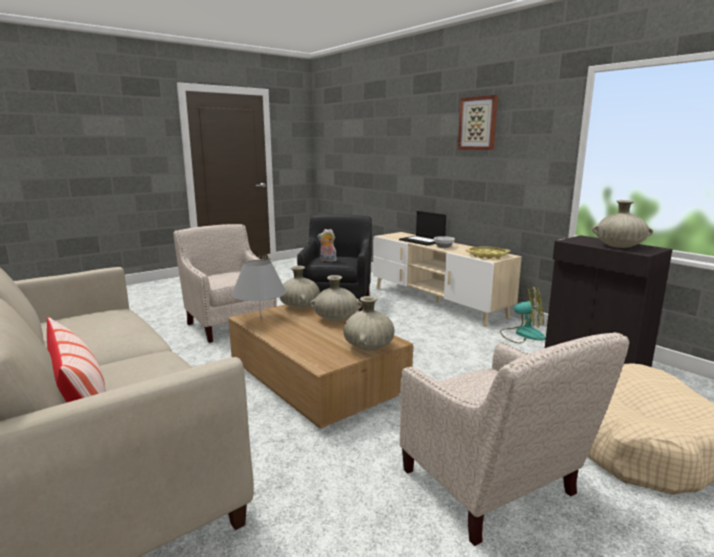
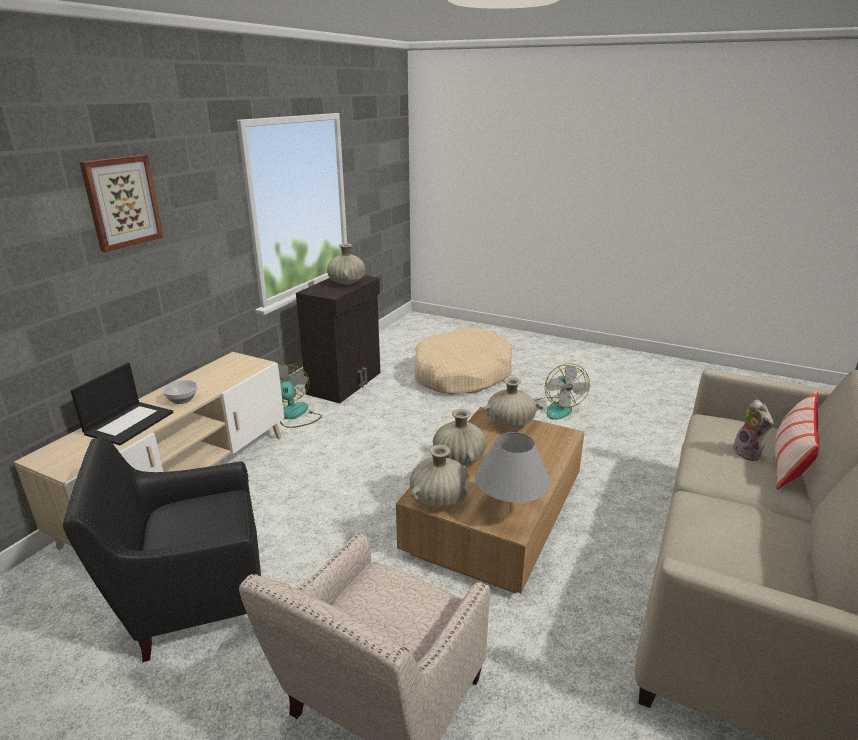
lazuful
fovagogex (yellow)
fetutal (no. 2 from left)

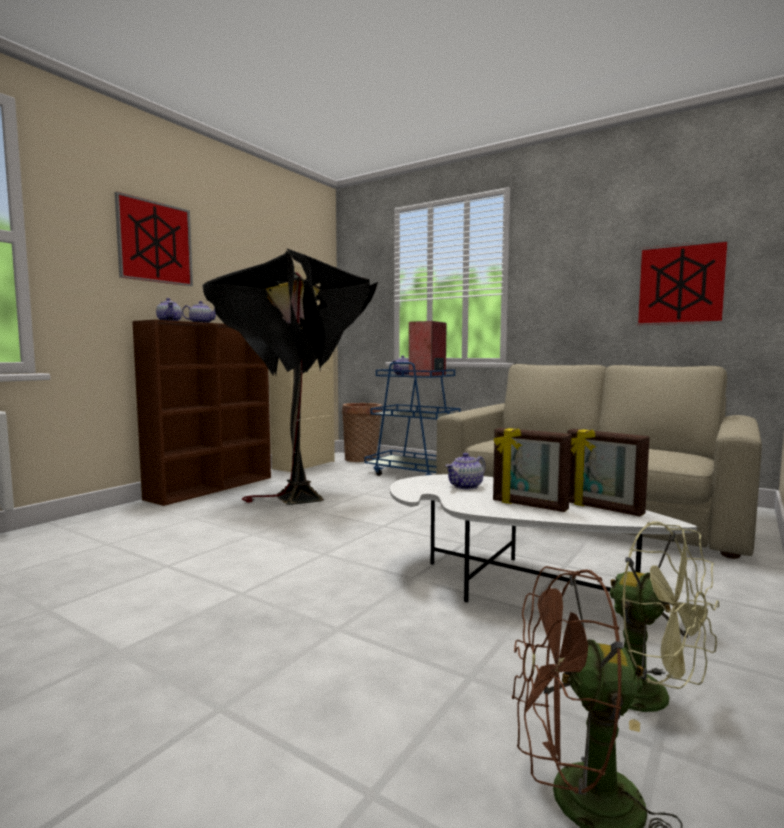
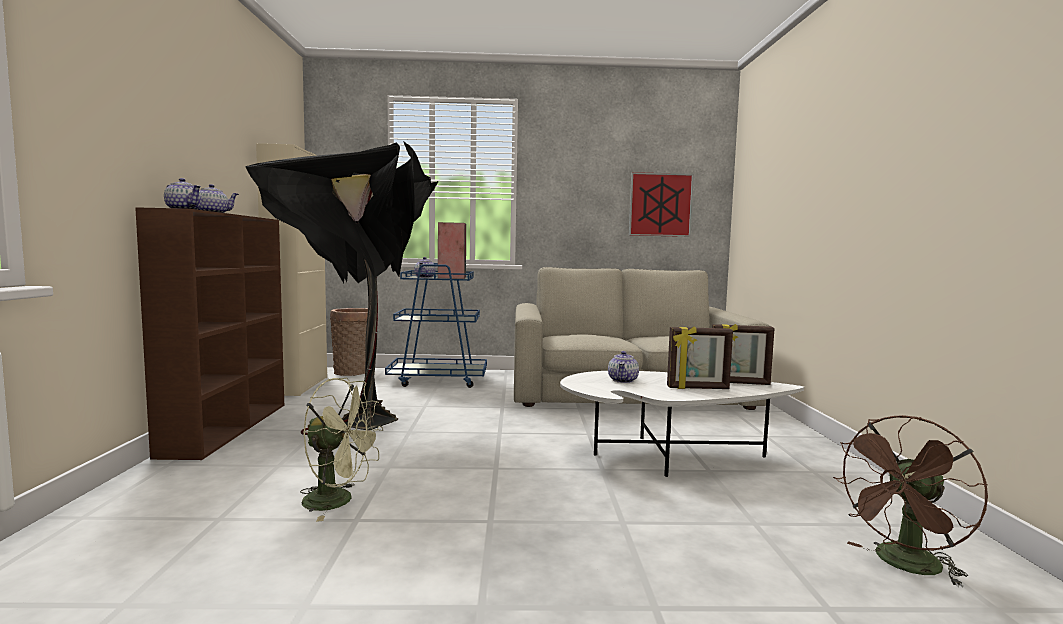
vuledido (no. 1 from left in the first image)
fetutal (green)

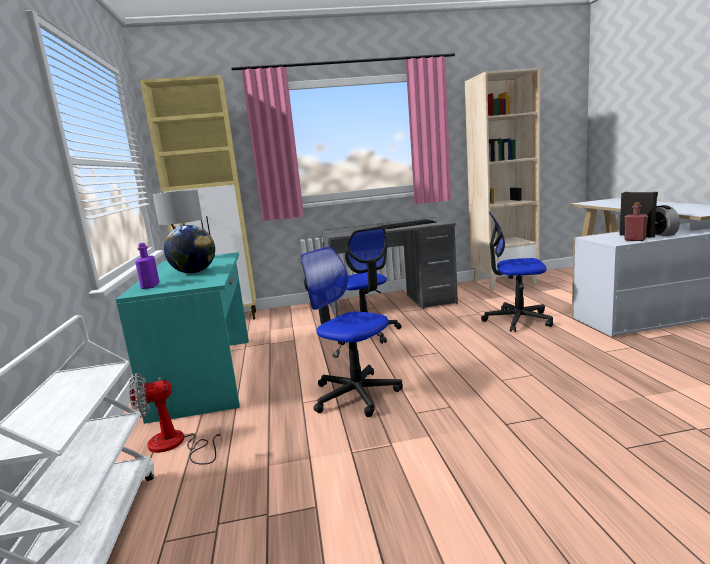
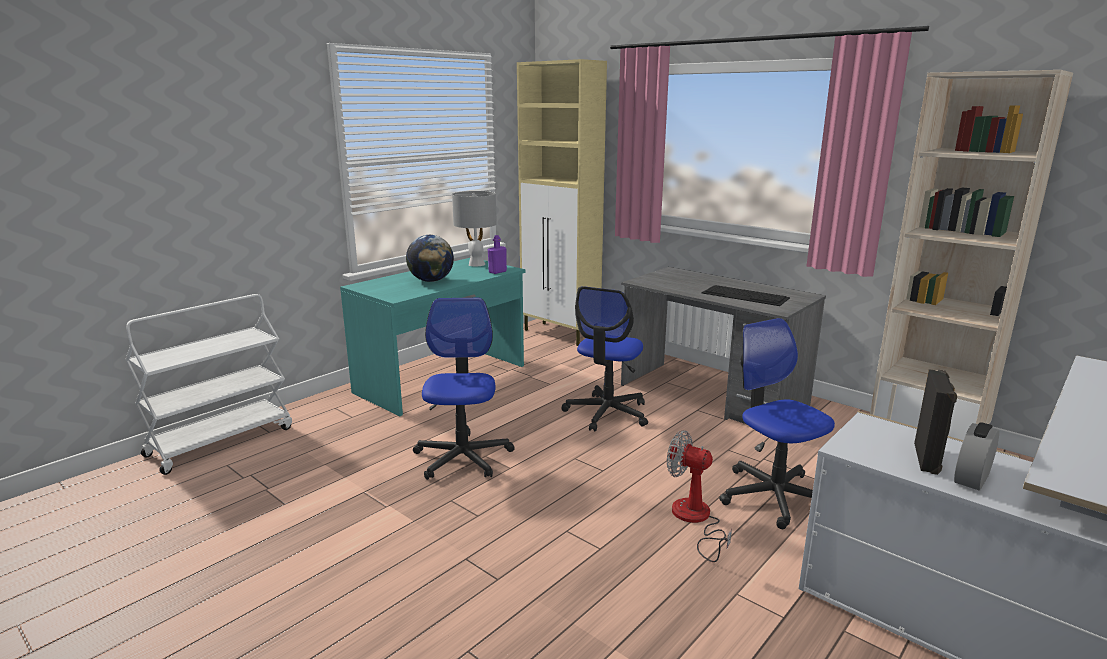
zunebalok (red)
zunebalok (purple)
fetutal

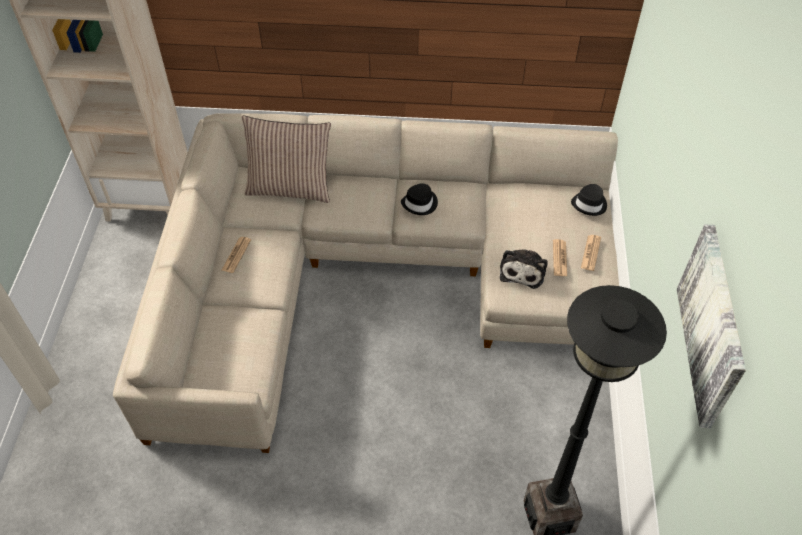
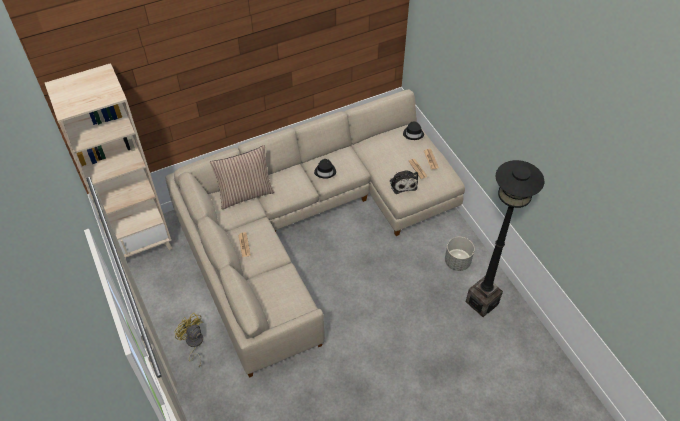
vuledido
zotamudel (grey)
fetutal (yellow)

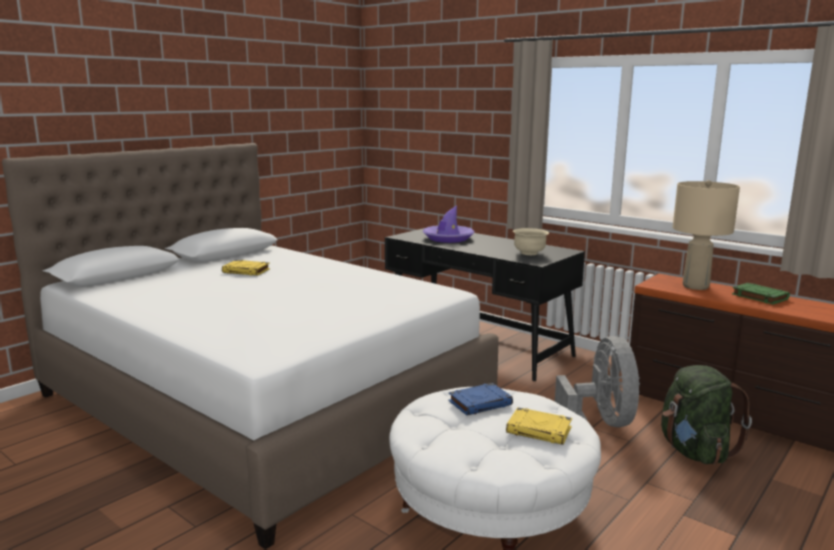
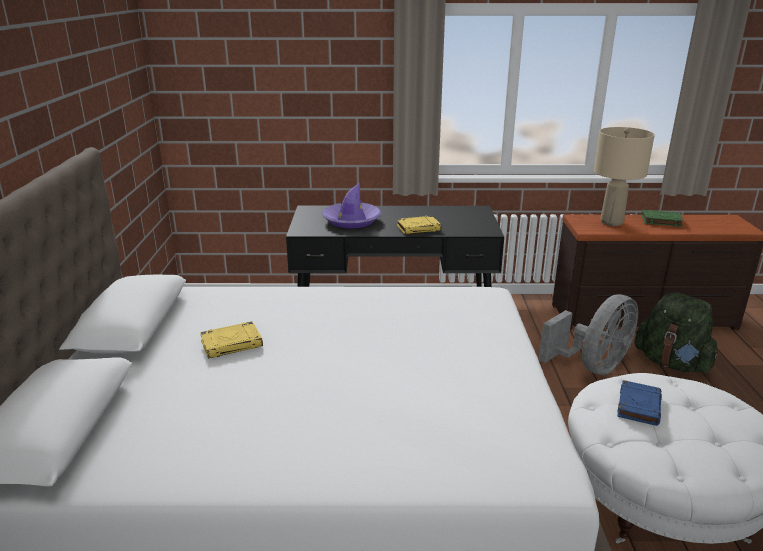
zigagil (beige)
fetutal (grey)
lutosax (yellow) (no. 2 from left)

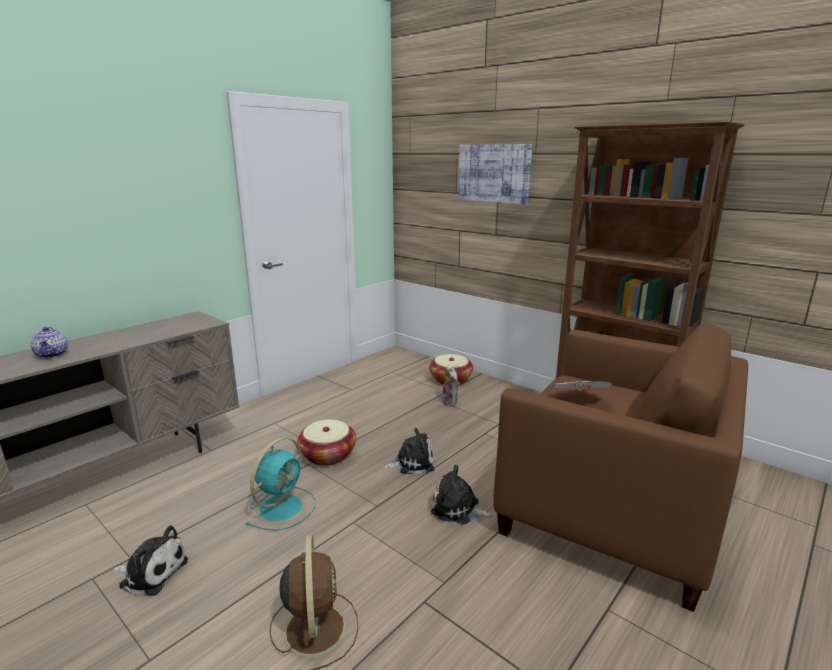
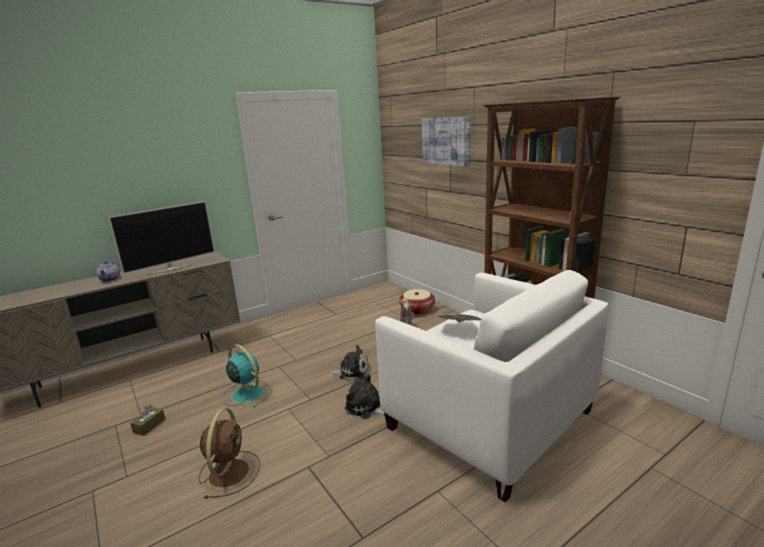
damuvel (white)
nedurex (no. 1 from left in the first image)
fetutal (turquoise)
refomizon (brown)
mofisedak

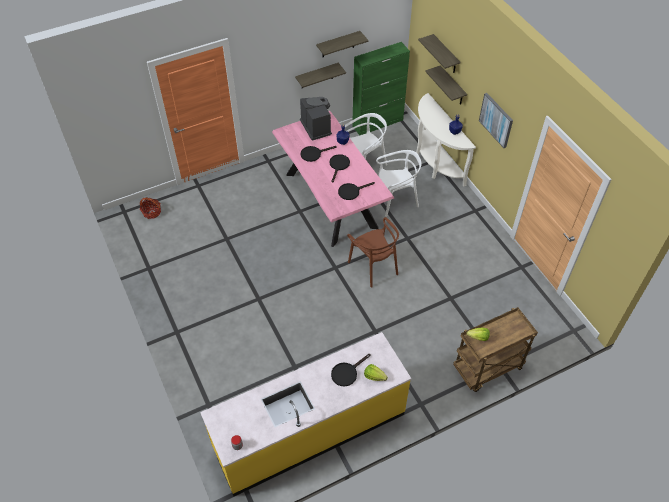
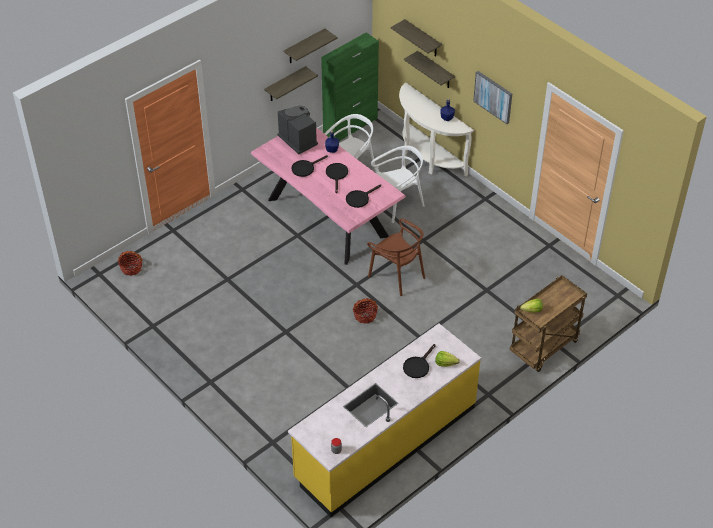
nedurex (no. 2 from left)

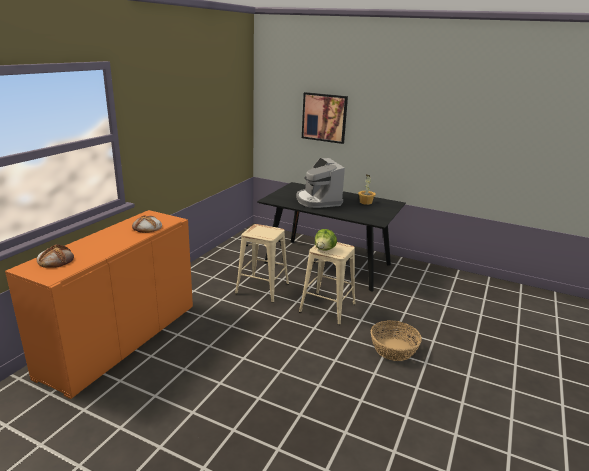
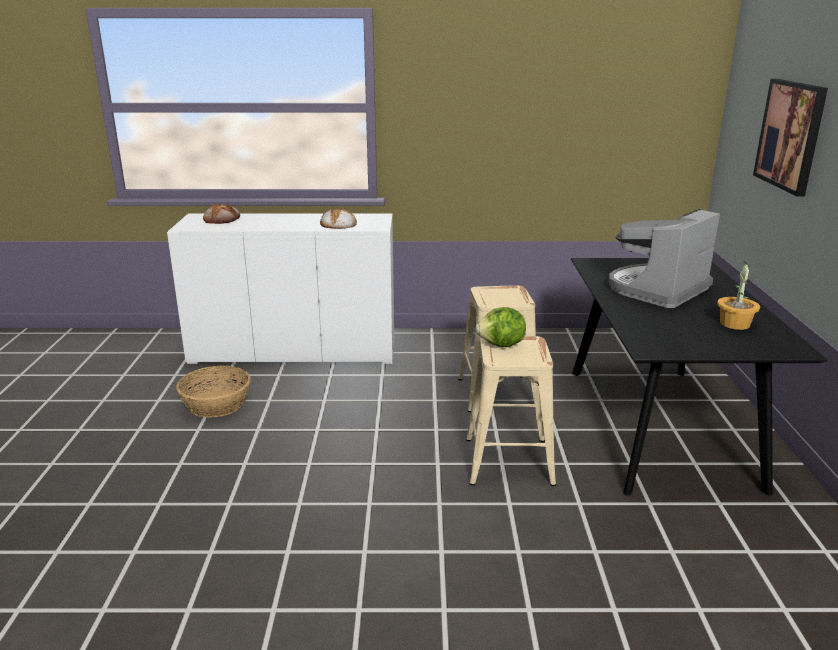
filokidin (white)
nedurex

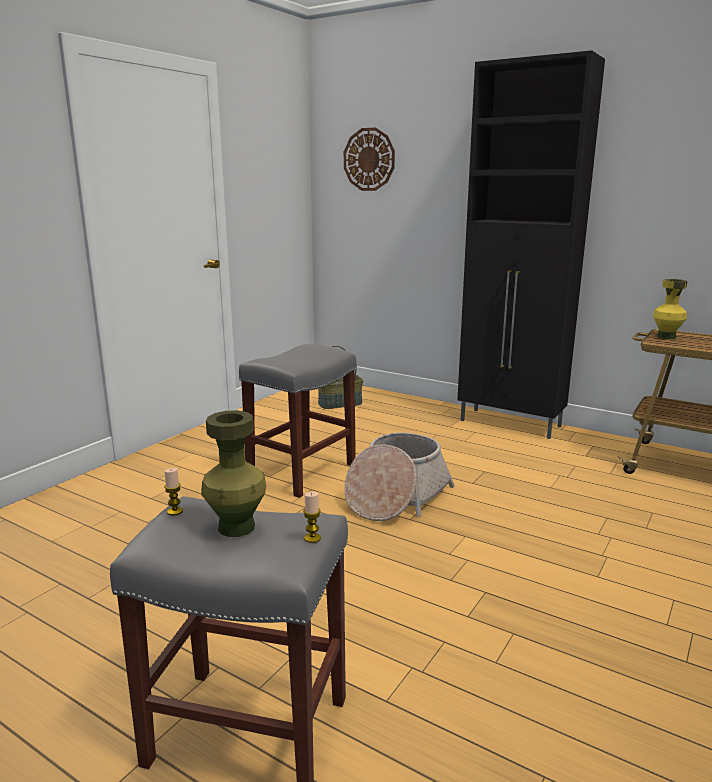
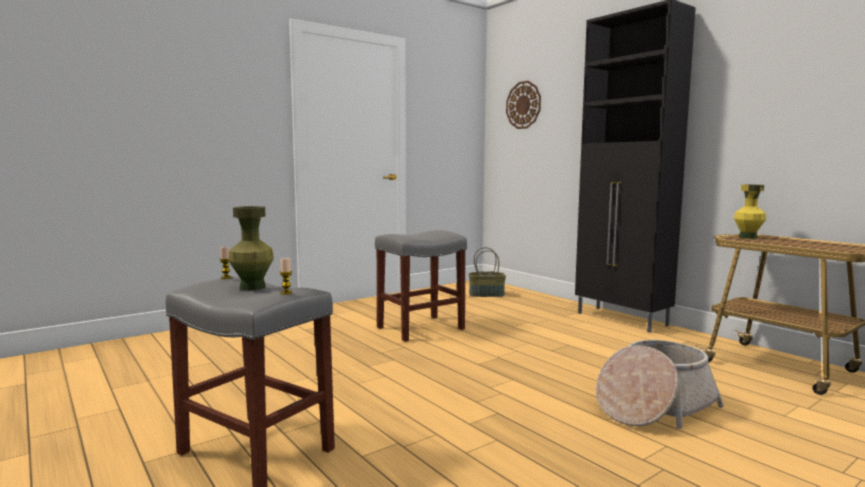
nedurex (no. 2 from left)

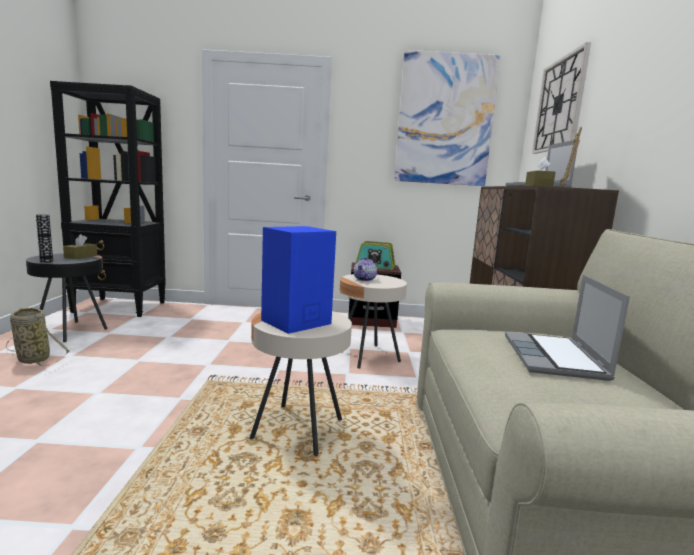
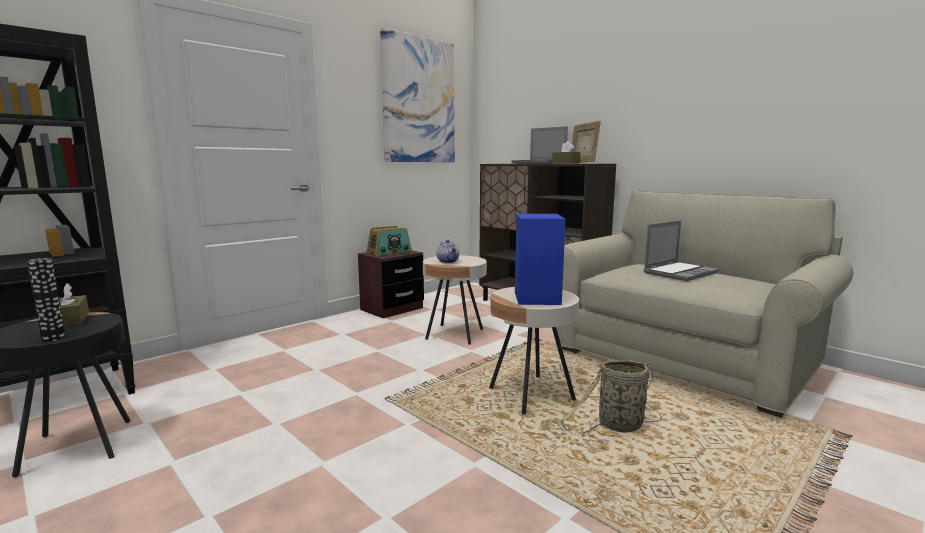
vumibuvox
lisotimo (no. 2 from left)
nedurex

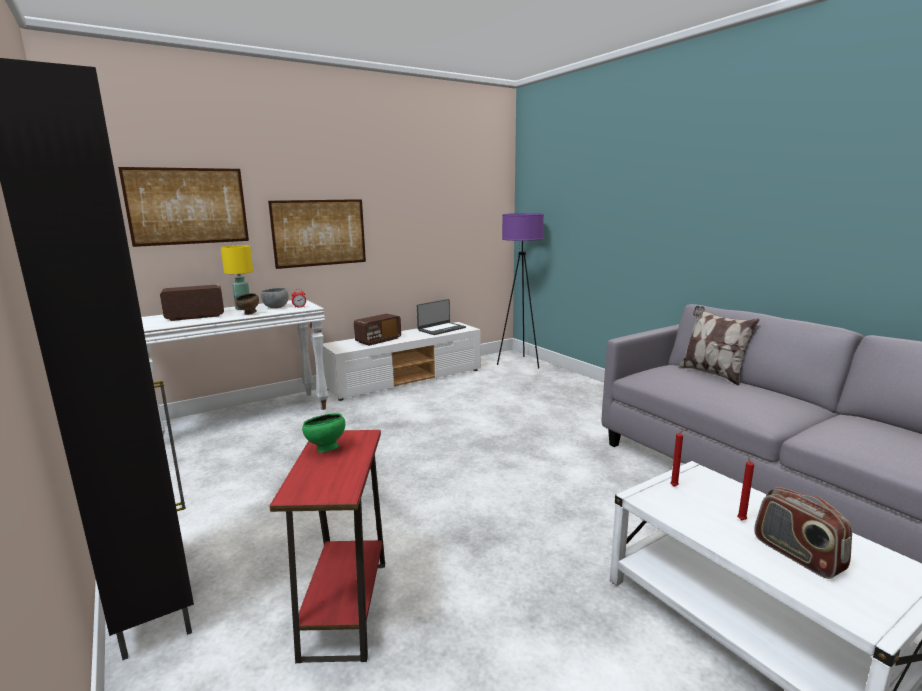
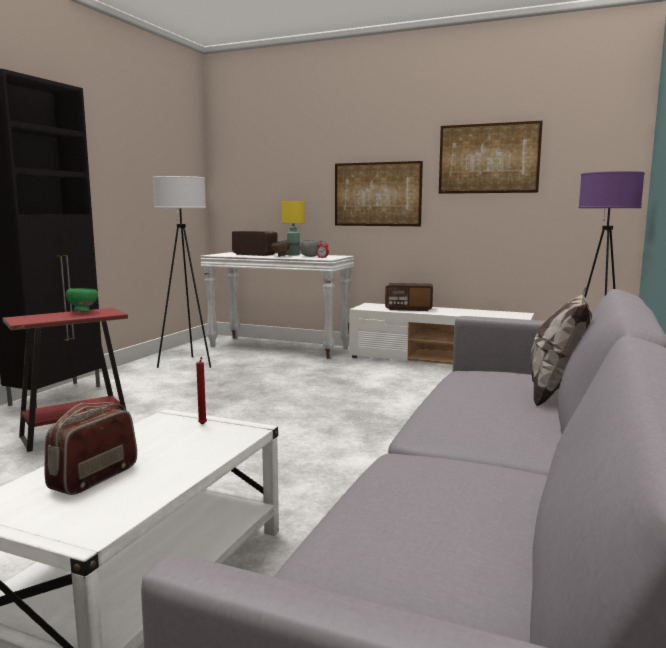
vuledido (no. 2 from left)
lisotimo
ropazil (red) (no. 2 from left in the first image)
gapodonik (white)

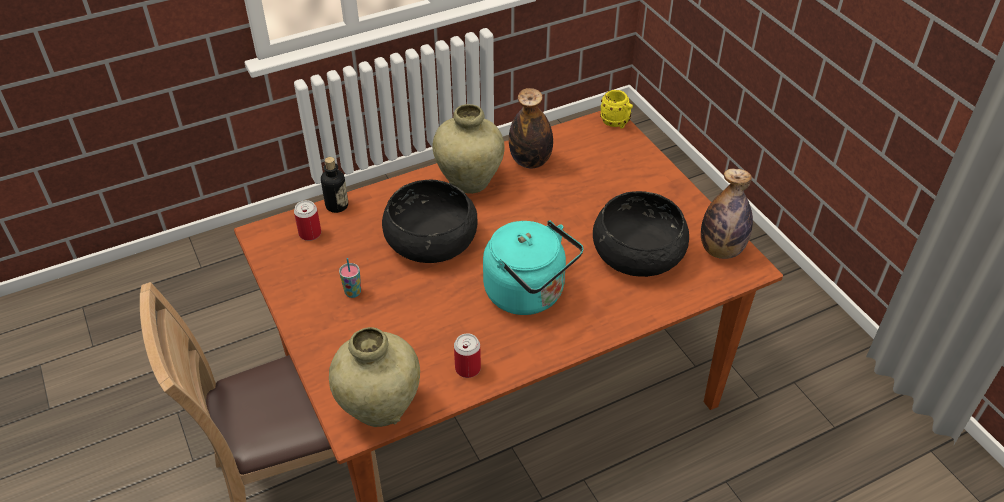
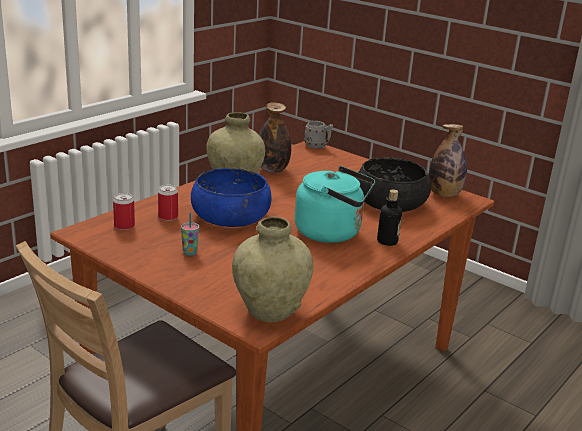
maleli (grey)
zunebalok (no. 2 from left)
zigagil (blue)
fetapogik (no. 2 from left)

